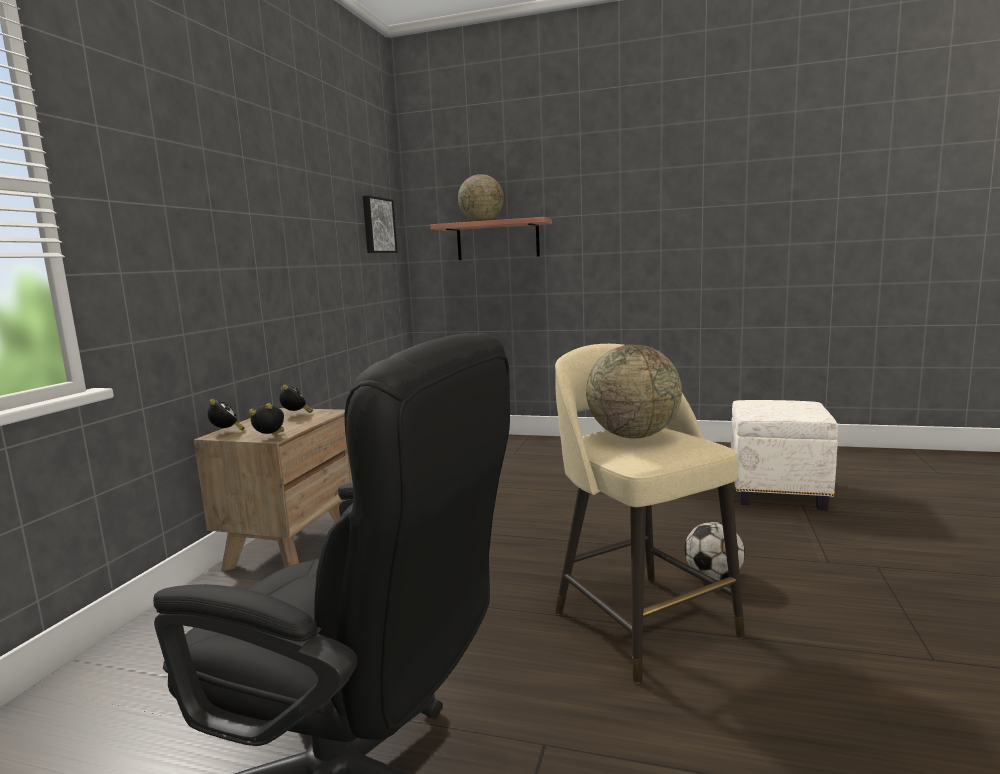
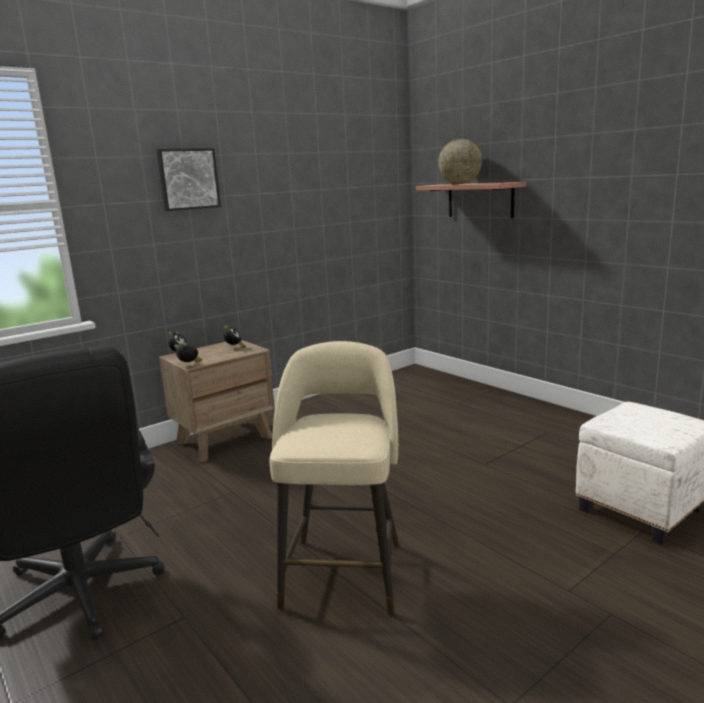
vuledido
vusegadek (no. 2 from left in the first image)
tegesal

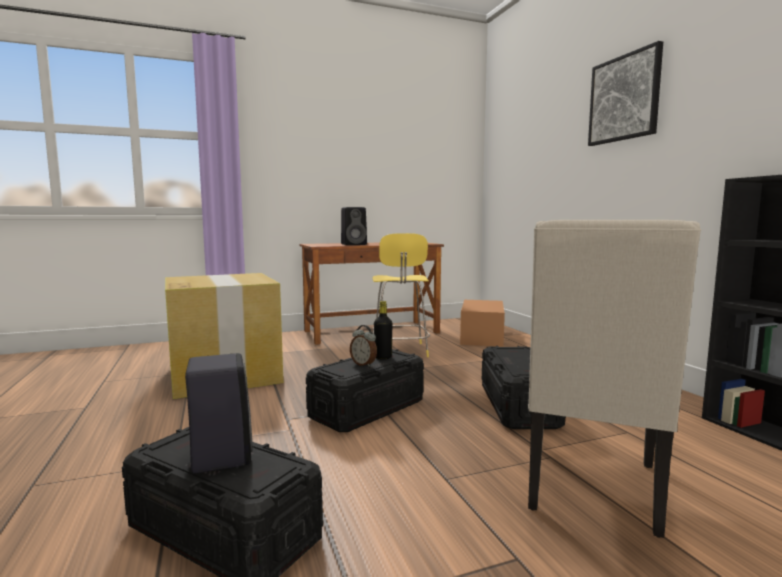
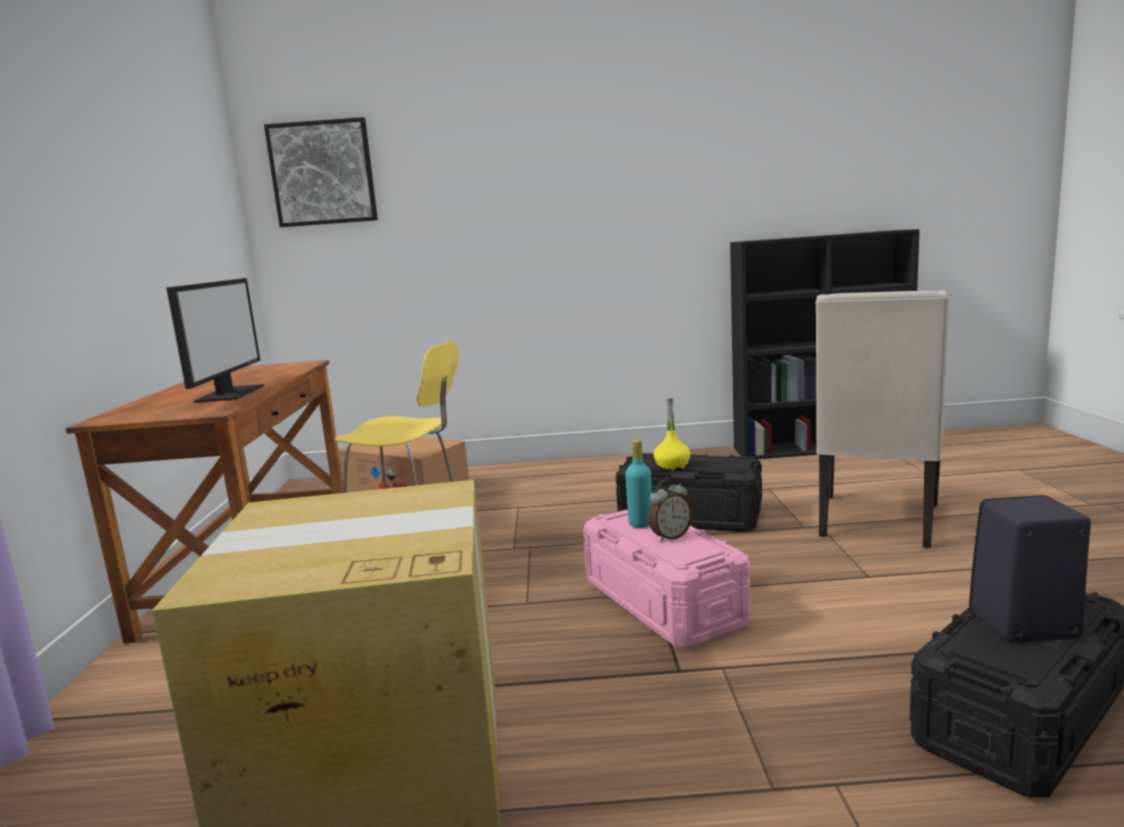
vuledido
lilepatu
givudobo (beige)
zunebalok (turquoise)
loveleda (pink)
zunebalok (yellow)

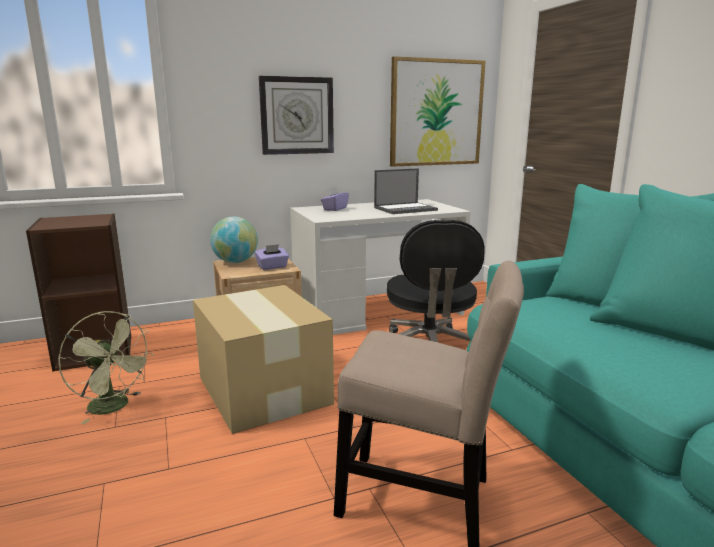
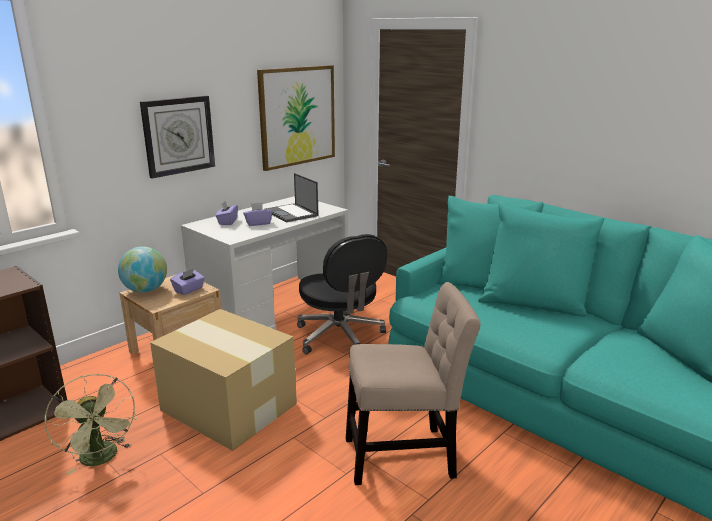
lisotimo
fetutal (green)
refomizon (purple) (no. 3 from left)

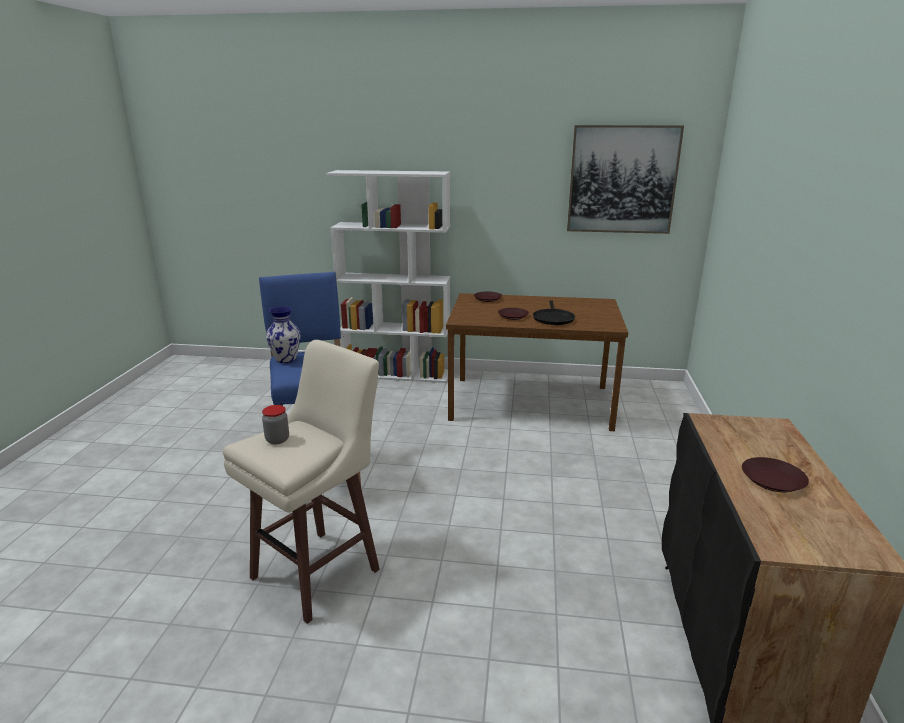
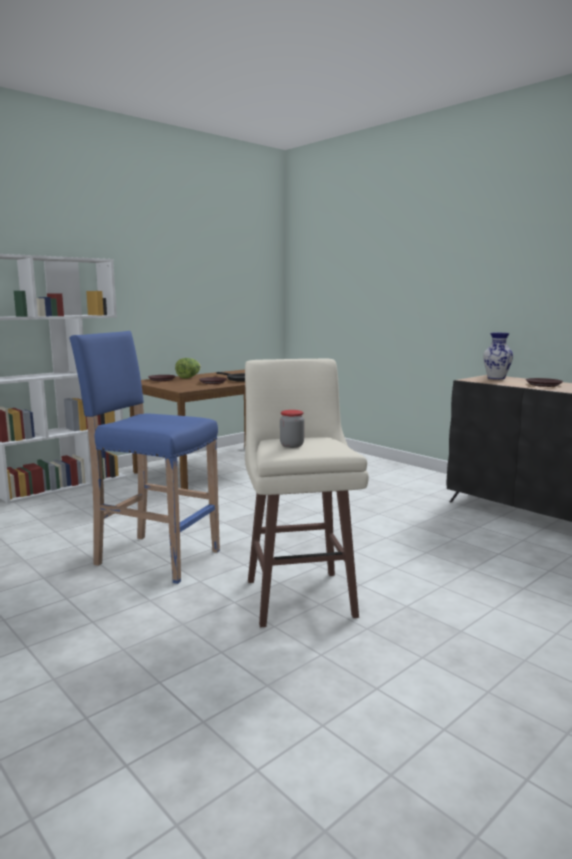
vuledido
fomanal
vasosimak

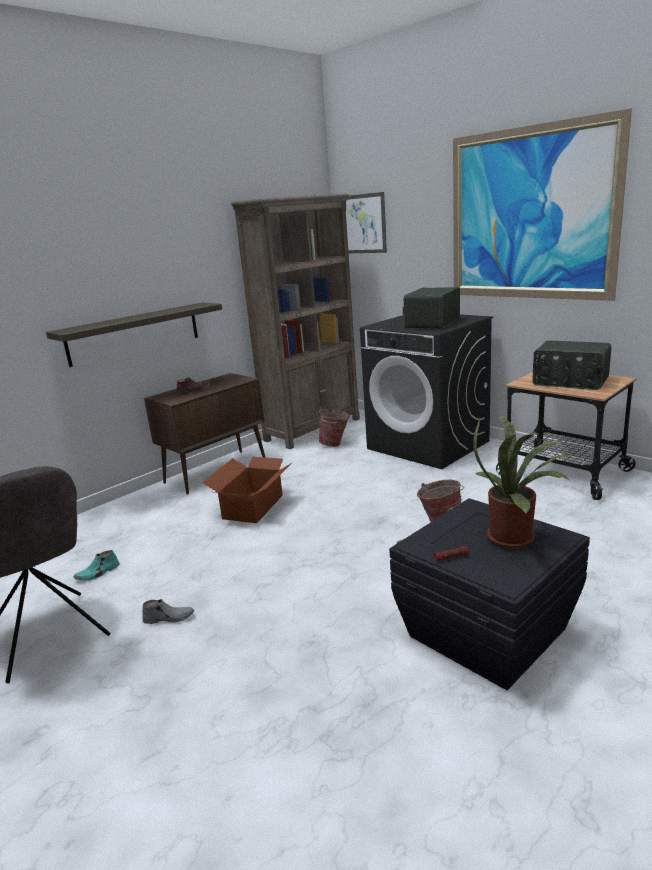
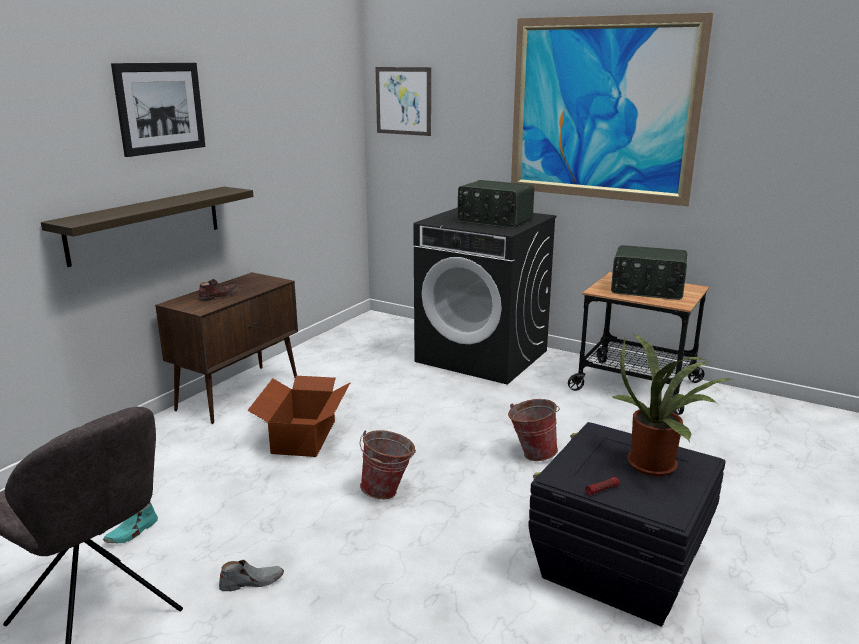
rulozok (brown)
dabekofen (no. 1 from left)
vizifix (no. 1 from left)
vuledido (no. 1 from left)

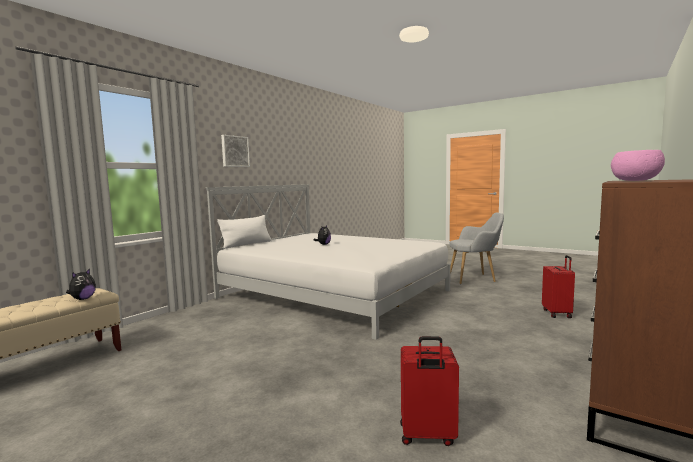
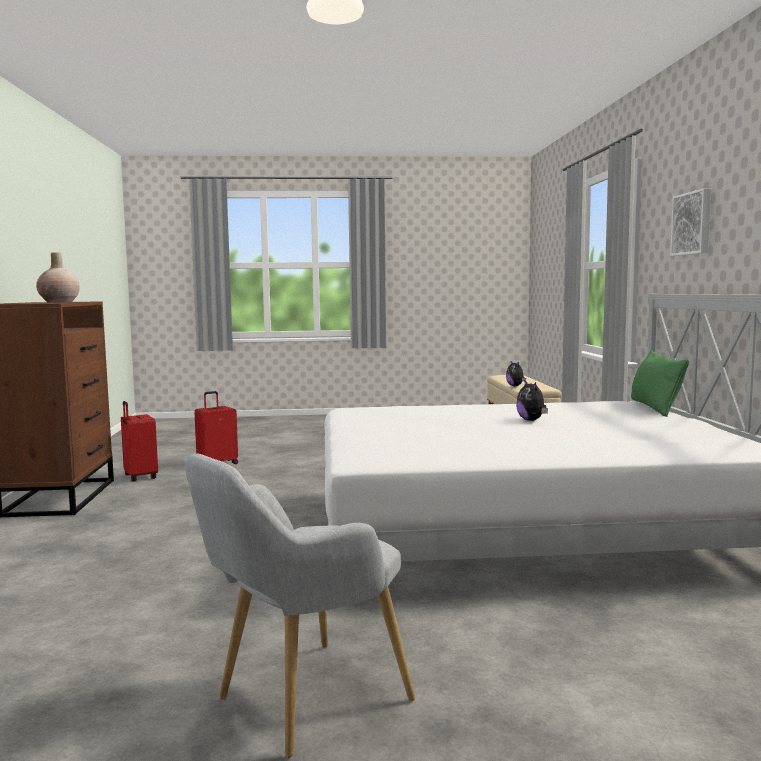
fomanal (beige)
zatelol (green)
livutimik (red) (no. 1 from left)

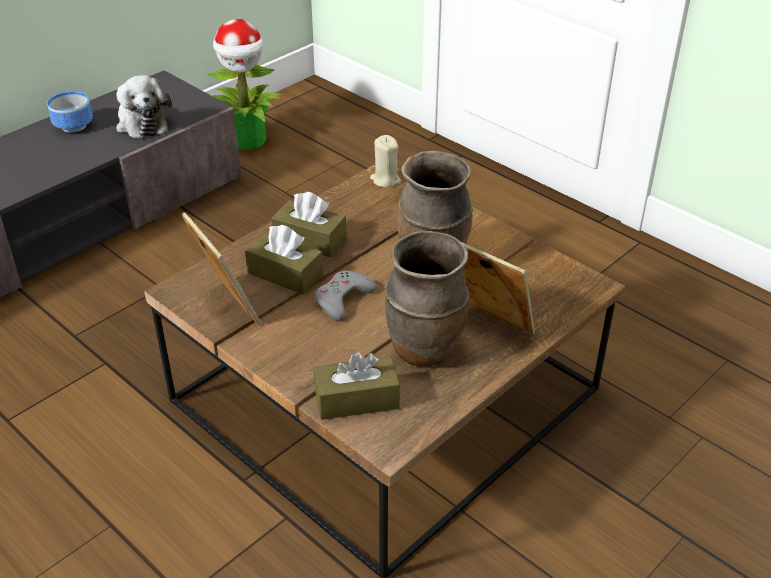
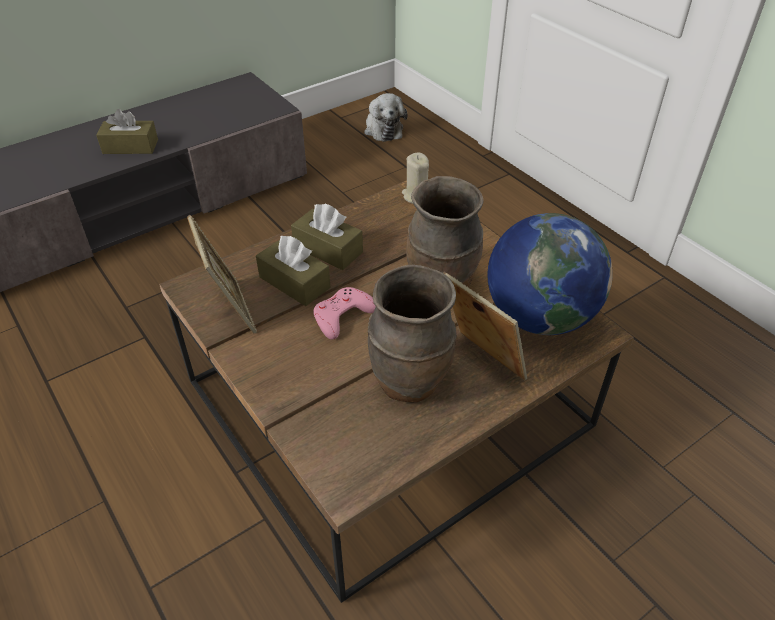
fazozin
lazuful
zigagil
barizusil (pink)
refomizon (brown) (no. 1 from left)
vusegadek

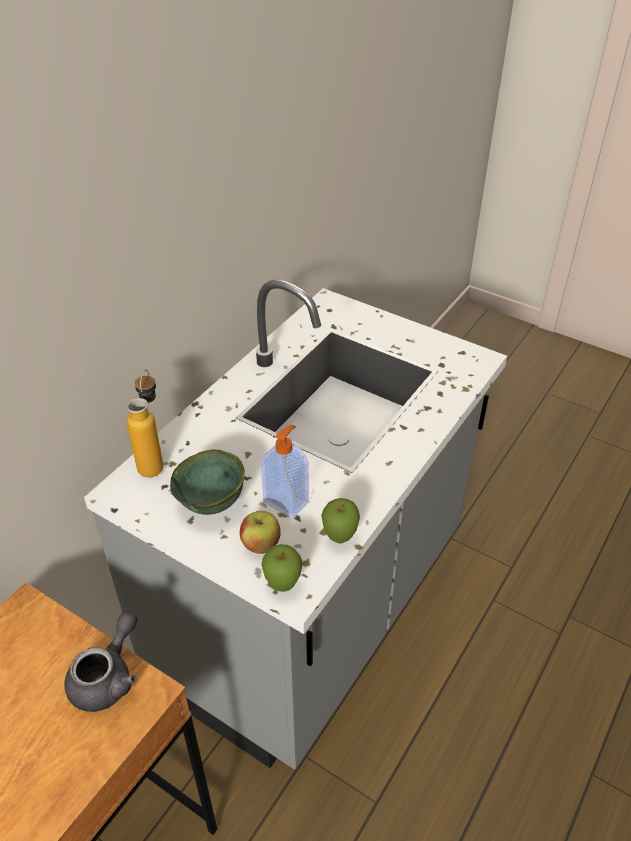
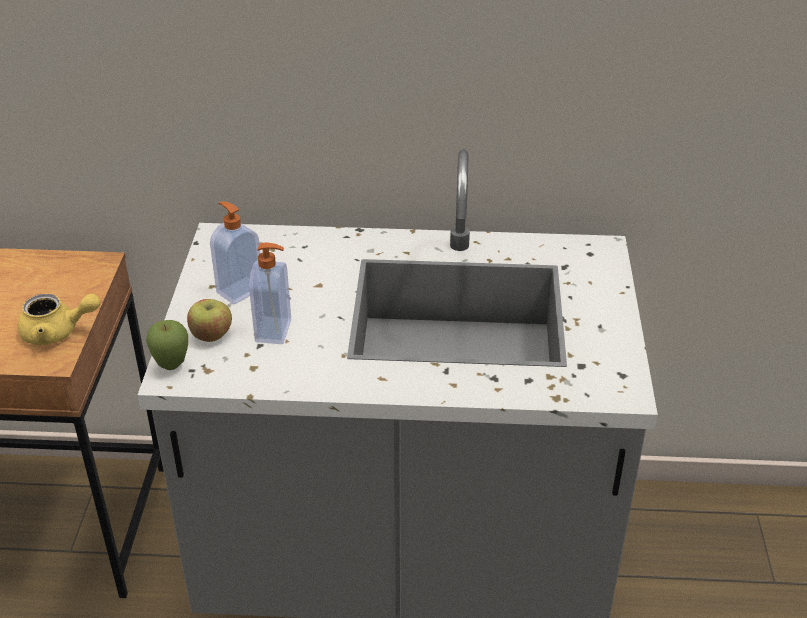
zunebalok
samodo (no. 1 from left)
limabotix (no. 3 from left in the first image)
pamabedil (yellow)

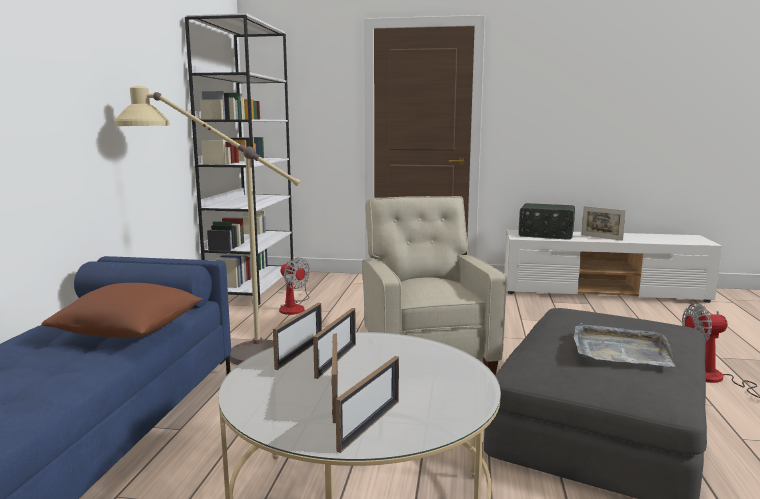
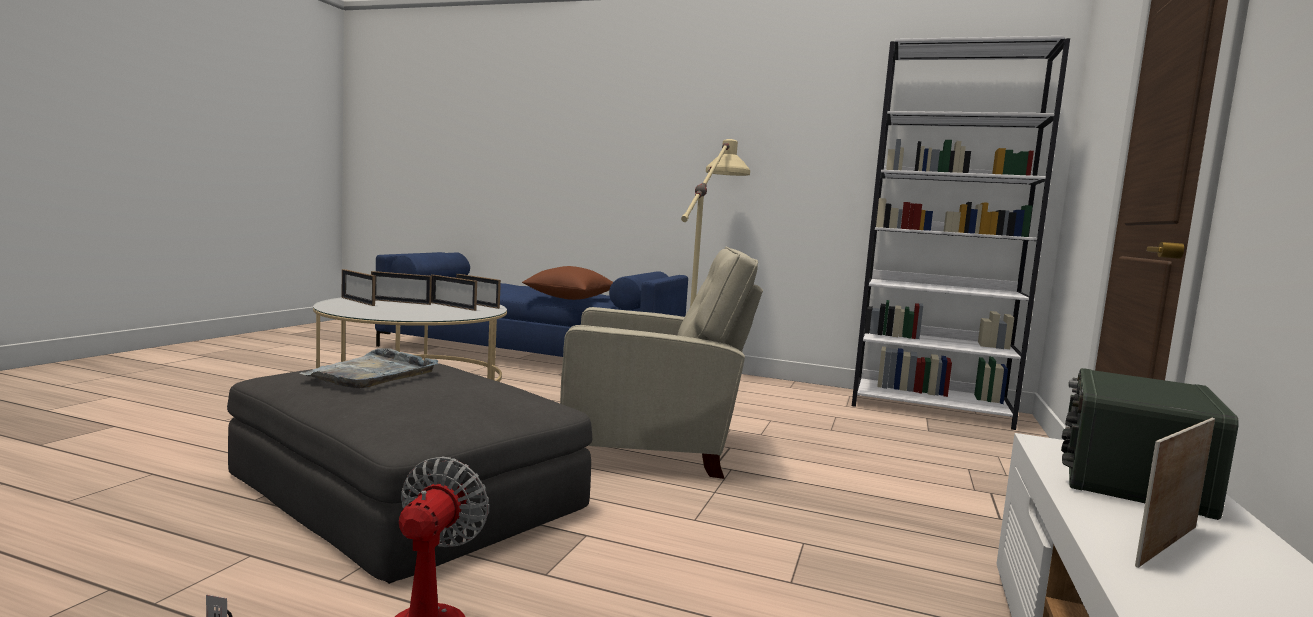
fetutal (no. 1 from left in the first image)

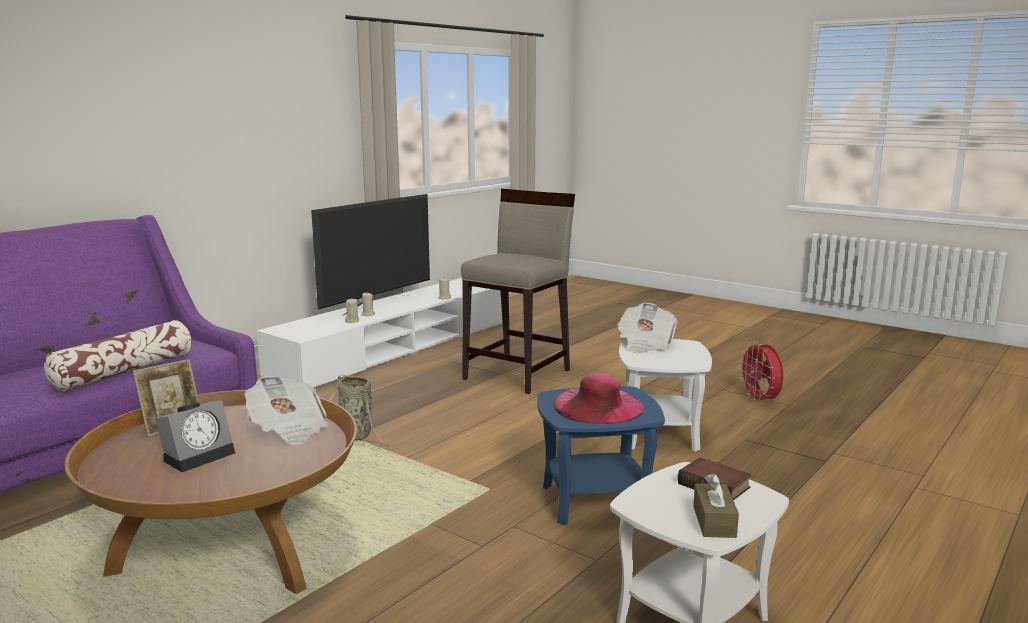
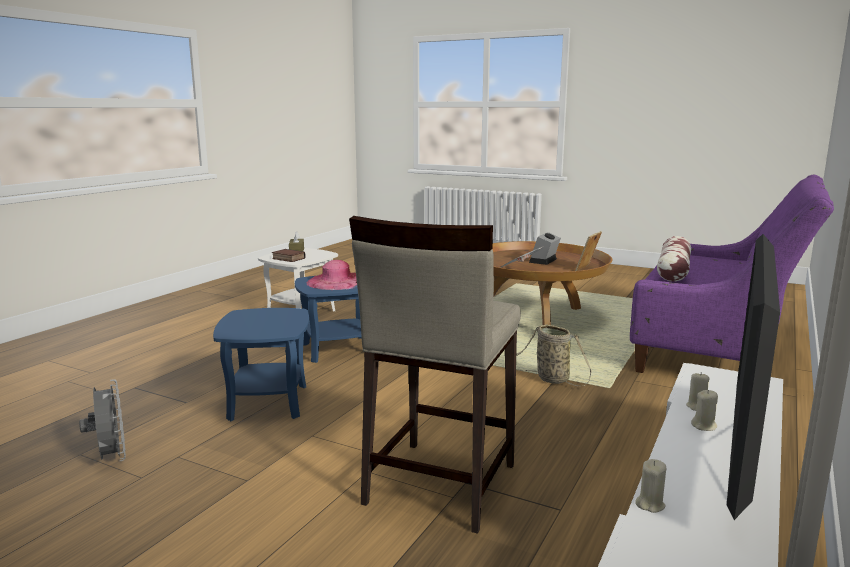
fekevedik (no. 2 from left in the first image)
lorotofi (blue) (no. 1 from left)
fetutal (grey)

